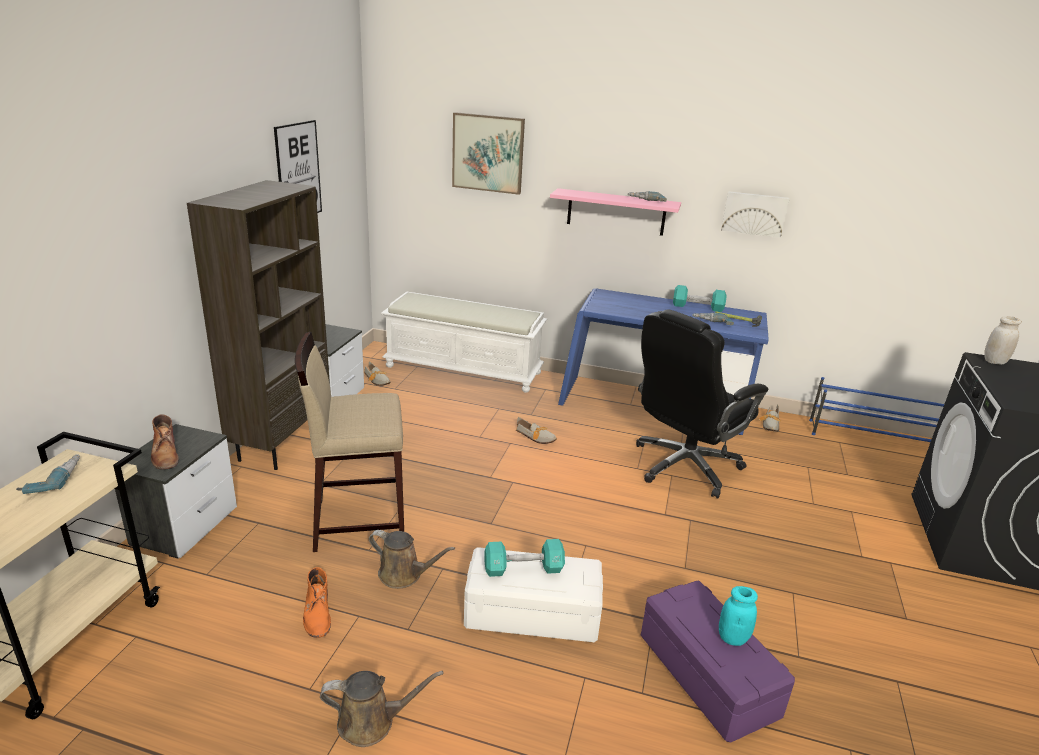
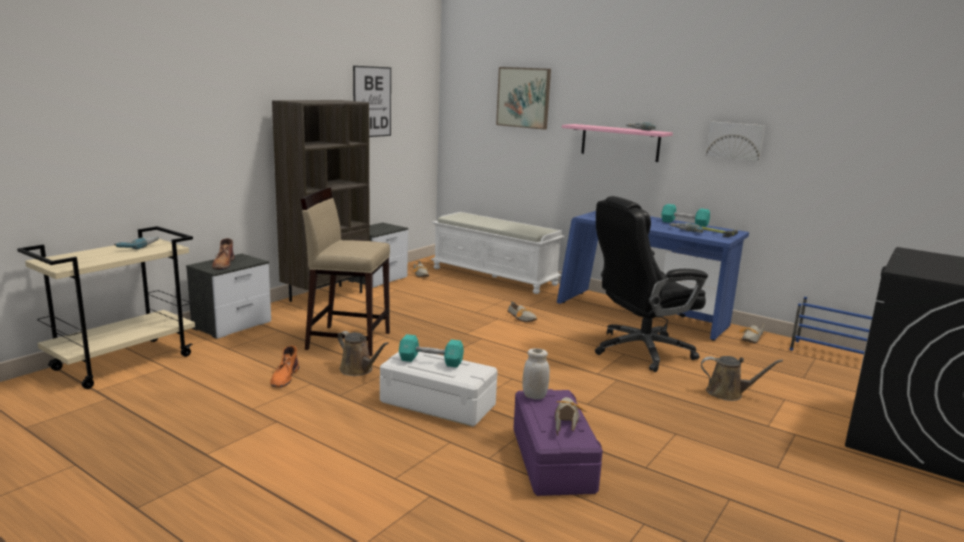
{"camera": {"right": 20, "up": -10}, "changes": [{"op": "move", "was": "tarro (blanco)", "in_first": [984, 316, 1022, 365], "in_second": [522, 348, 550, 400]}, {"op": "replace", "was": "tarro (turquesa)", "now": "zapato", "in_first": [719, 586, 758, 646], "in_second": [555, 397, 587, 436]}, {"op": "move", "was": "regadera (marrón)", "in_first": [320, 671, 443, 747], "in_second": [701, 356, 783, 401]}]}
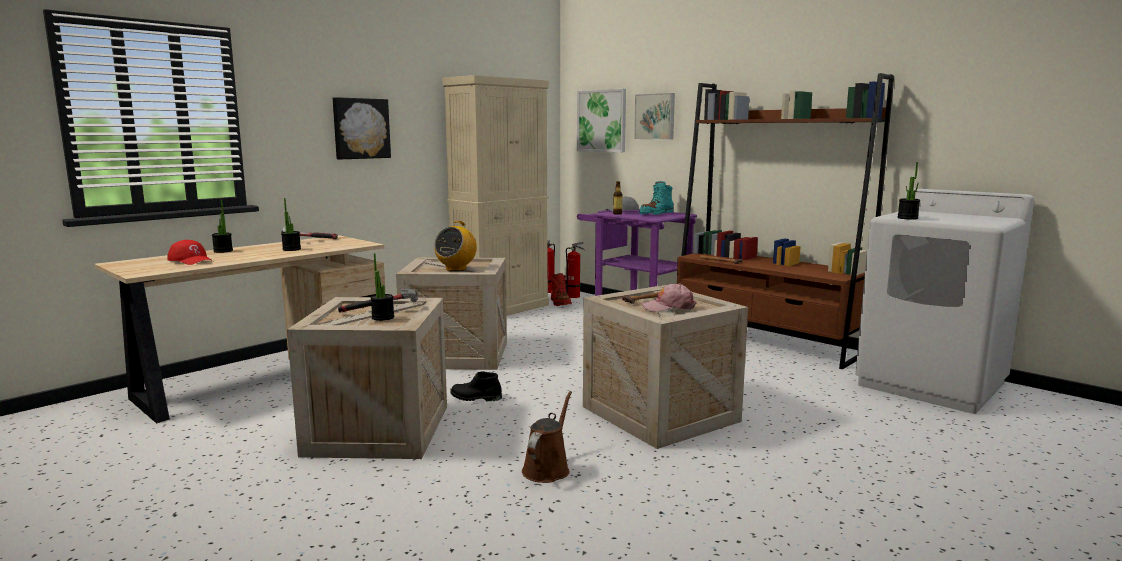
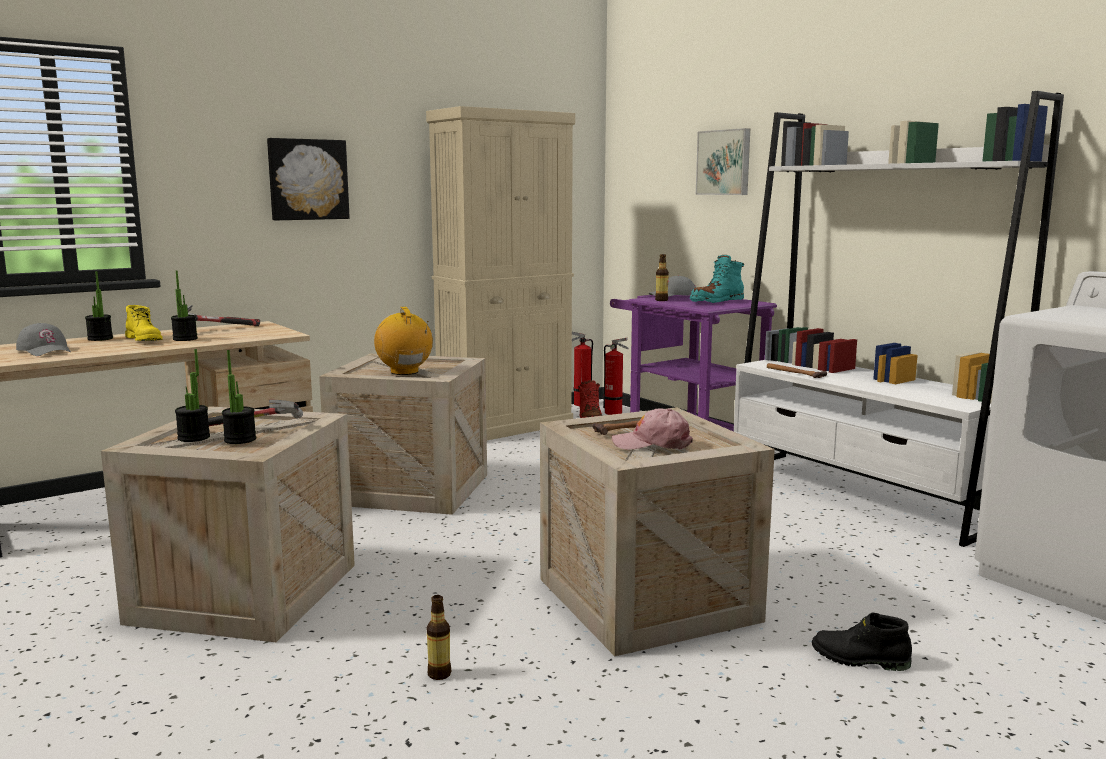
{"camera": {"right": 10, "up": 0}, "changes": [{"op": "recolor", "was": "gorra (rojo)", "now": "gorra (gris)", "in_first": [167, 240, 213, 265], "in_second": [16, 323, 71, 356]}, {"op": "insert", "now": "bota (amarillo)", "in_second": [125, 305, 163, 341]}, {"op": "move", "was": "planta en maceta", "in_first": [897, 162, 920, 220], "in_second": [175, 349, 210, 442]}, {"op": "rotate", "was": "radio", "in_first": [434, 221, 477, 271], "in_second": [374, 307, 433, 375], "clockwise": 120}, {"op": "replace", "was": "regadera (marrón)", "now": "botella", "in_first": [522, 391, 572, 483], "in_second": [427, 595, 451, 680]}, {"op": "recolor", "was": "estantería (marrón)", "now": "estantería (blanco)", "in_first": [677, 73, 894, 370], "in_second": [734, 91, 1064, 547]}, {"op": "move", "was": "bota (negro)", "in_first": [450, 371, 502, 401], "in_second": [812, 612, 912, 671]}, {"op": "delete", "was": "cuadro", "in_first": [577, 89, 626, 152]}]}
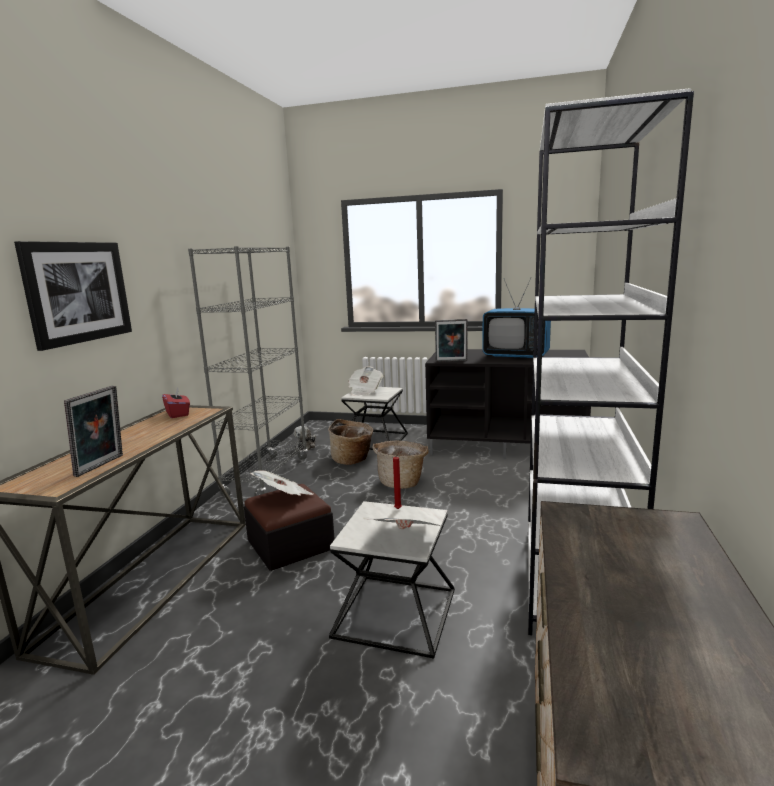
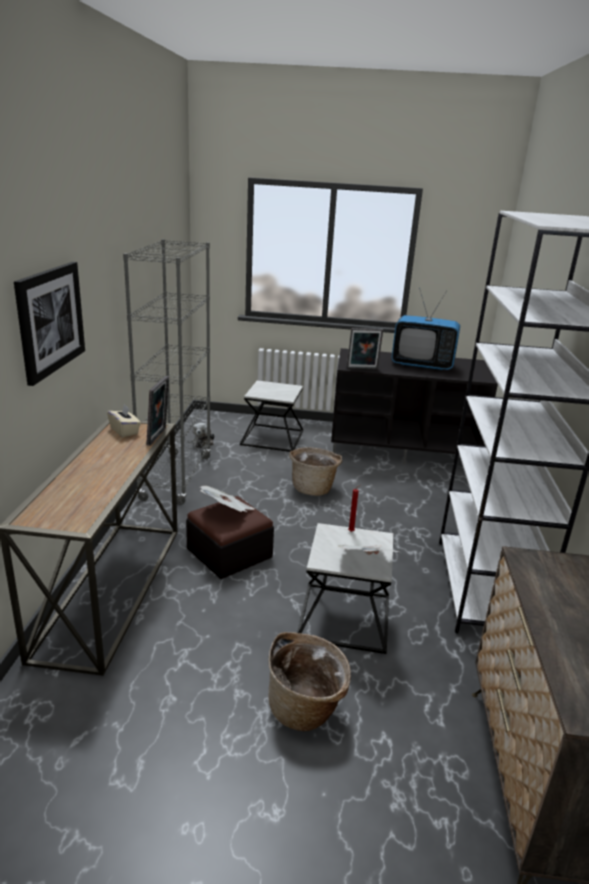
{"camera": {"right": -10, "up": 10}, "changes": [{"op": "recolor", "was": "caja de pañuelos (rojo)", "now": "caja de pañuelos (beis)", "in_first": [162, 387, 190, 418], "in_second": [107, 404, 141, 437]}, {"op": "move", "was": "portarretratos", "in_first": [64, 386, 123, 477], "in_second": [146, 376, 169, 446]}, {"op": "move", "was": "cesta", "in_first": [328, 419, 373, 465], "in_second": [268, 632, 351, 731]}, {"op": "delete", "was": "periódico", "in_first": [348, 367, 383, 396]}]}
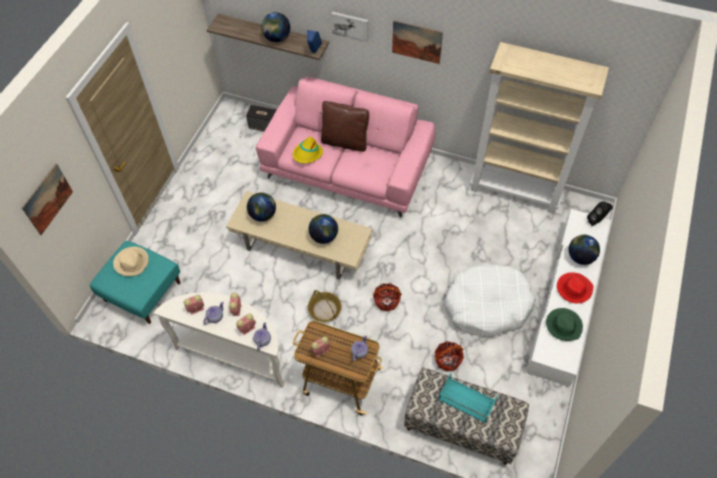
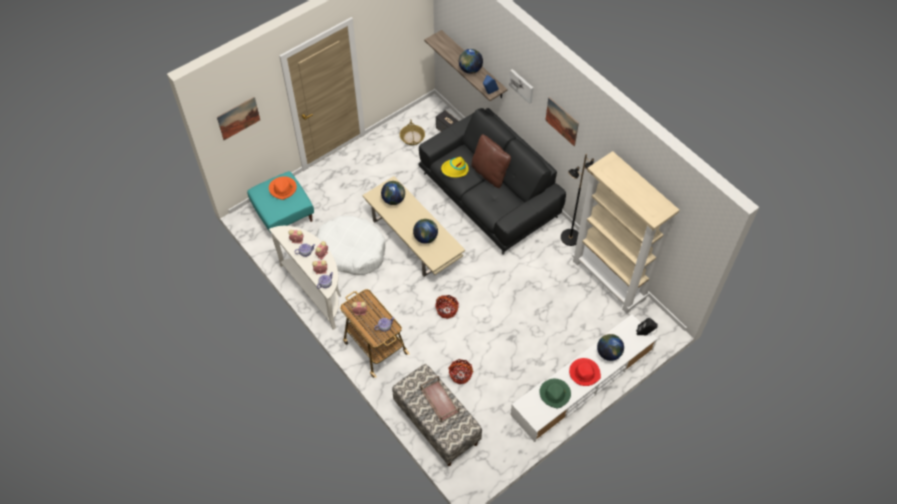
{"camera": {"right": 30, "up": 0}, "changes": [{"op": "recolor", "was": "sombrero (beis)", "now": "sombrero (naranja)", "in_first": [113, 247, 149, 276], "in_second": [269, 176, 297, 200]}, {"op": "move", "was": "cama para perro (blanco)", "in_first": [443, 263, 536, 337], "in_second": [317, 216, 385, 275]}, {"op": "move", "was": "cesta", "in_first": [308, 290, 342, 322], "in_second": [400, 120, 425, 145]}, {"op": "recolor", "was": "sofá (rosa)", "now": "sofá (negro)", "in_first": [256, 76, 435, 217], "in_second": [418, 108, 566, 254]}, {"op": "recolor", "was": "bandeja (turquesa)", "now": "bandeja (marrón)", "in_first": [438, 373, 498, 423], "in_second": [420, 375, 459, 423]}, {"op": "insert", "now": "lámpara de pie (negro)", "in_second": [561, 154, 594, 246]}]}
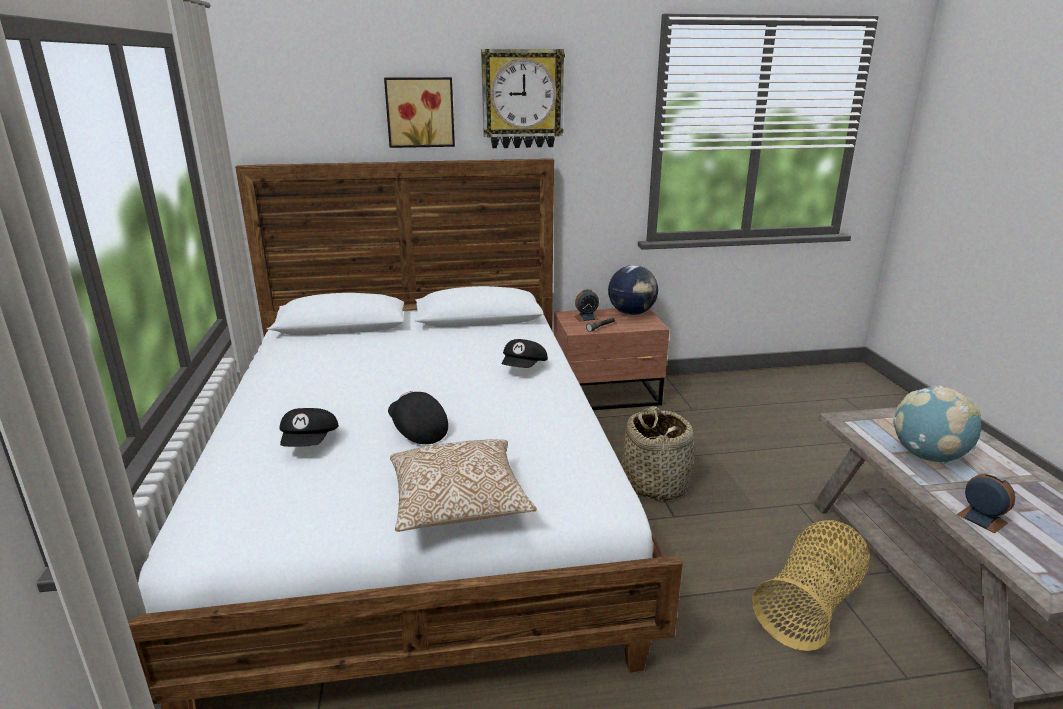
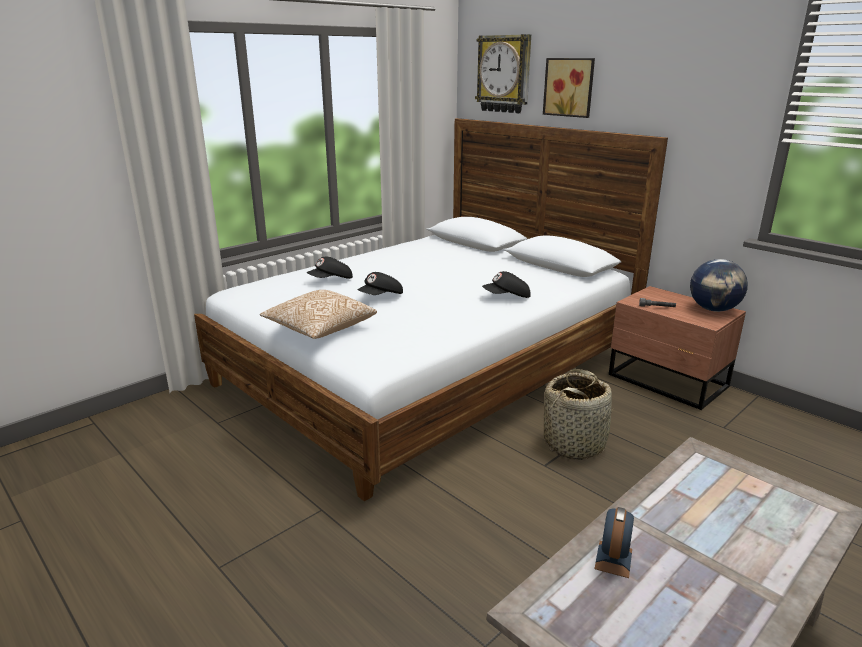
{"camera": {"right": 55, "up": 0}, "changes": [{"op": "rotate", "was": "gorra (negro)", "in_first": [388, 391, 448, 444], "in_second": [357, 272, 403, 295], "clockwise": -150}, {"op": "move", "was": "reloj de pared", "in_first": [481, 49, 565, 148], "in_second": [475, 34, 531, 113]}, {"op": "delete", "was": "despertador", "in_first": [575, 289, 599, 321]}, {"op": "delete", "was": "cesta", "in_first": [752, 520, 870, 651]}, {"op": "delete", "was": "globo terráqueo", "in_first": [893, 386, 981, 464]}]}
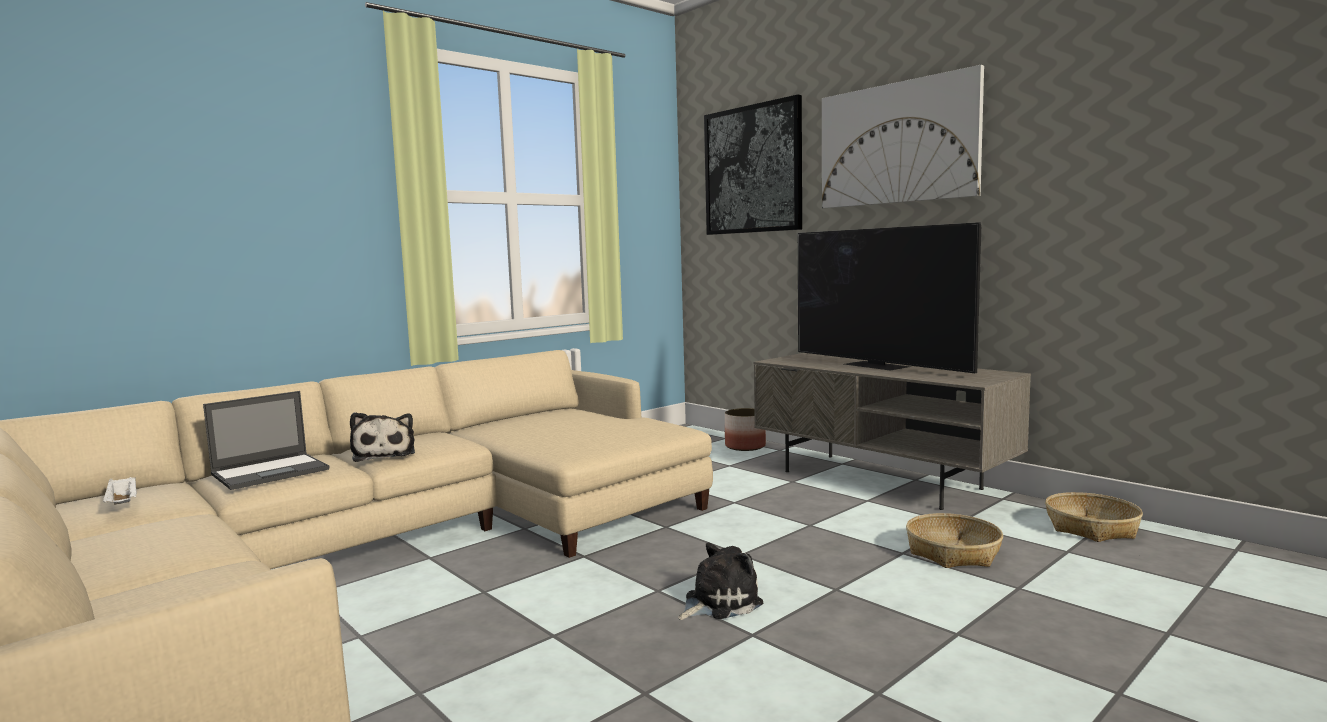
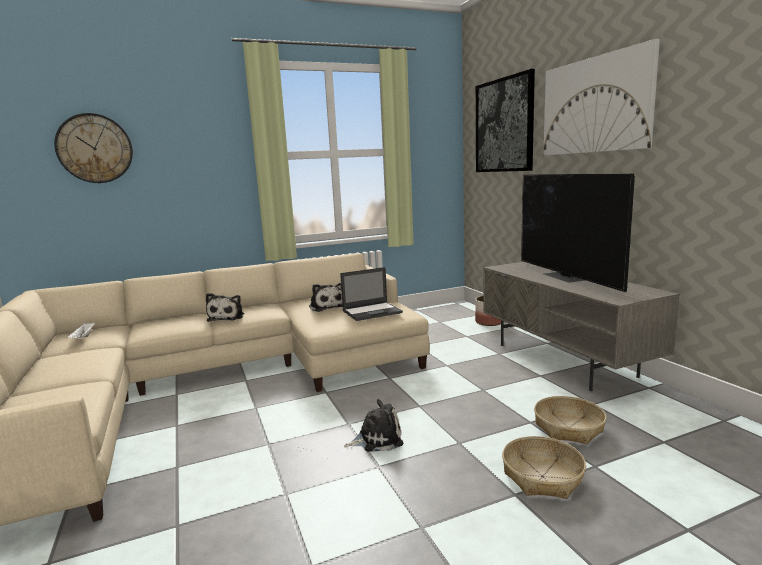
{"camera": {"right": 20, "up": 5}, "changes": [{"op": "insert", "now": "reloj de pared", "in_second": [54, 113, 133, 183]}, {"op": "insert", "now": "peluche", "in_second": [309, 283, 343, 312]}, {"op": "move", "was": "portátil", "in_first": [203, 391, 329, 490], "in_second": [340, 267, 403, 321]}, {"op": "move", "was": "cesta", "in_first": [1045, 492, 1143, 542], "in_second": [502, 436, 586, 499]}]}
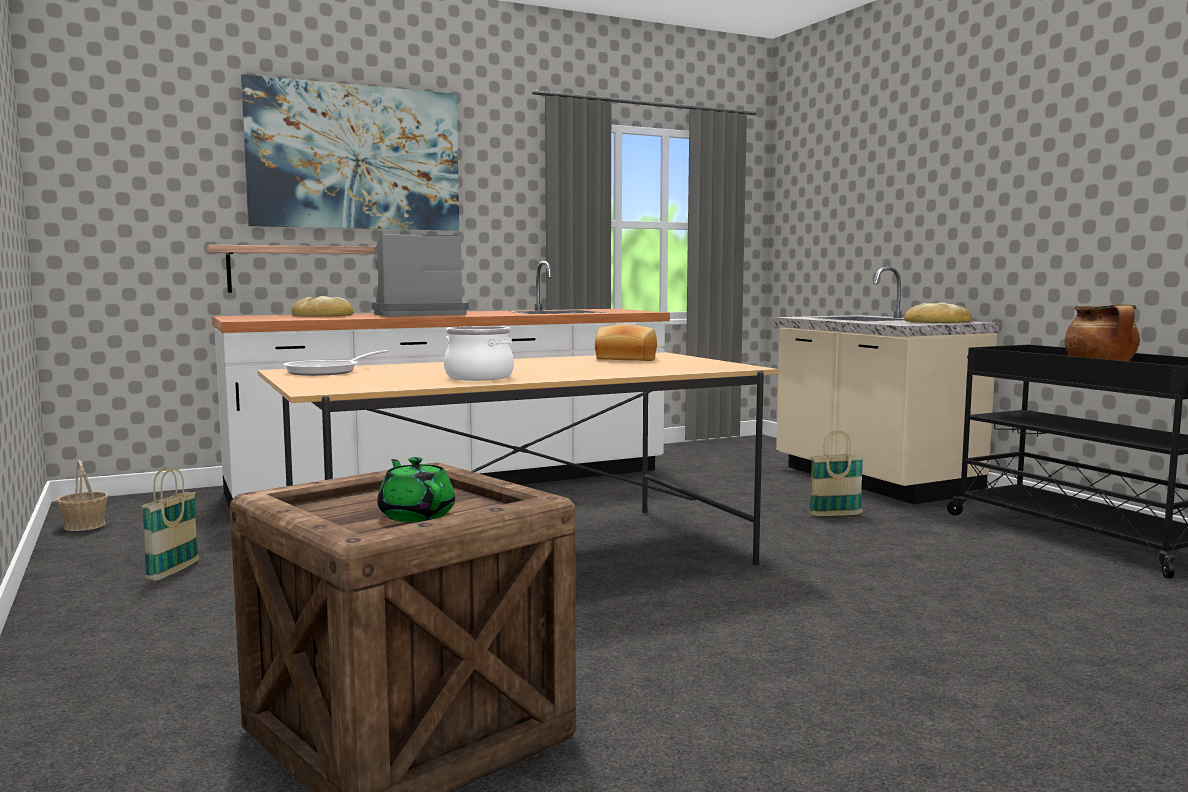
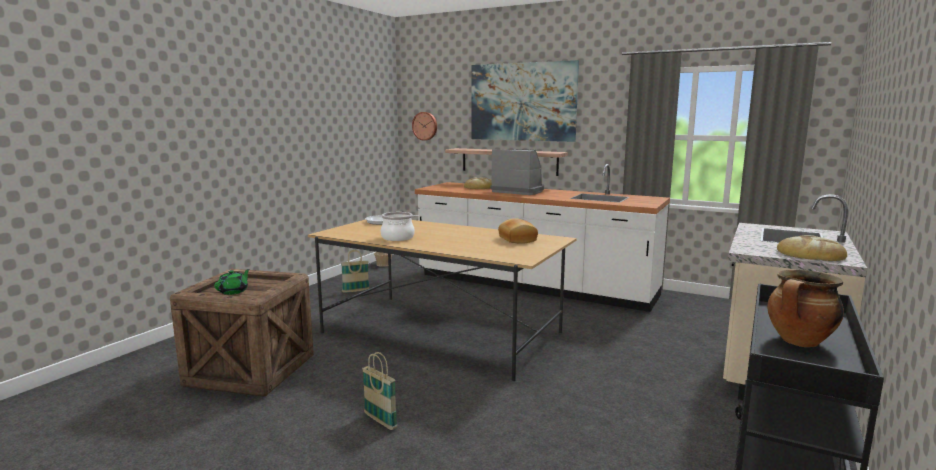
{"camera": {"right": 55, "up": 5}, "changes": [{"op": "move", "was": "cesta", "in_first": [809, 430, 864, 516], "in_second": [362, 352, 398, 430]}, {"op": "insert", "now": "reloj de pared", "in_second": [412, 112, 437, 141]}]}
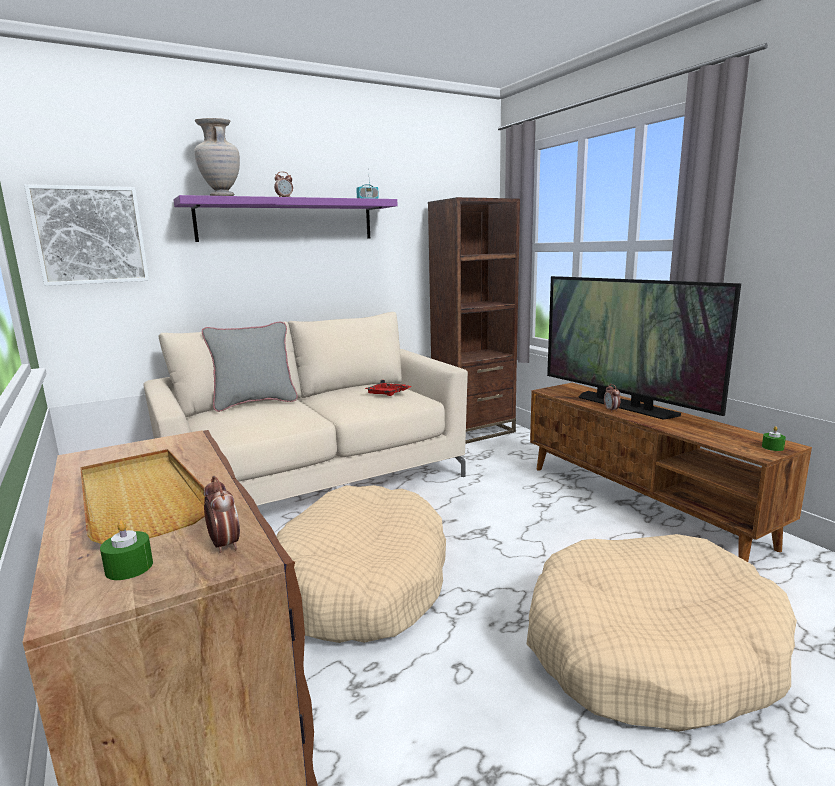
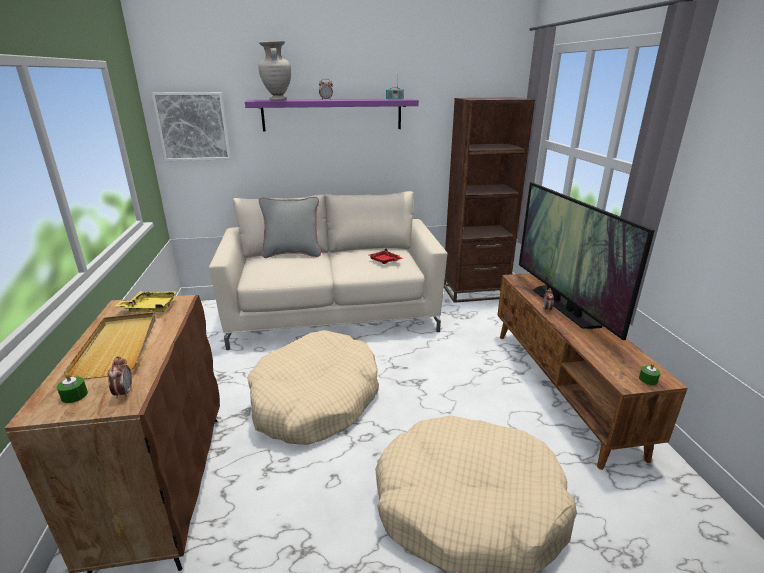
{"camera": {"right": 20, "up": 10}, "changes": [{"op": "insert", "now": "bandeja (amarillo)", "in_second": [115, 291, 176, 312]}]}
